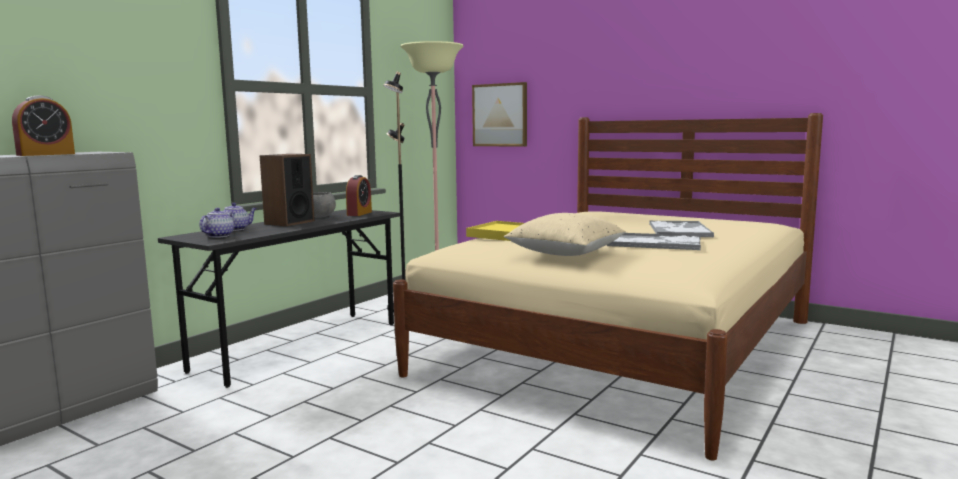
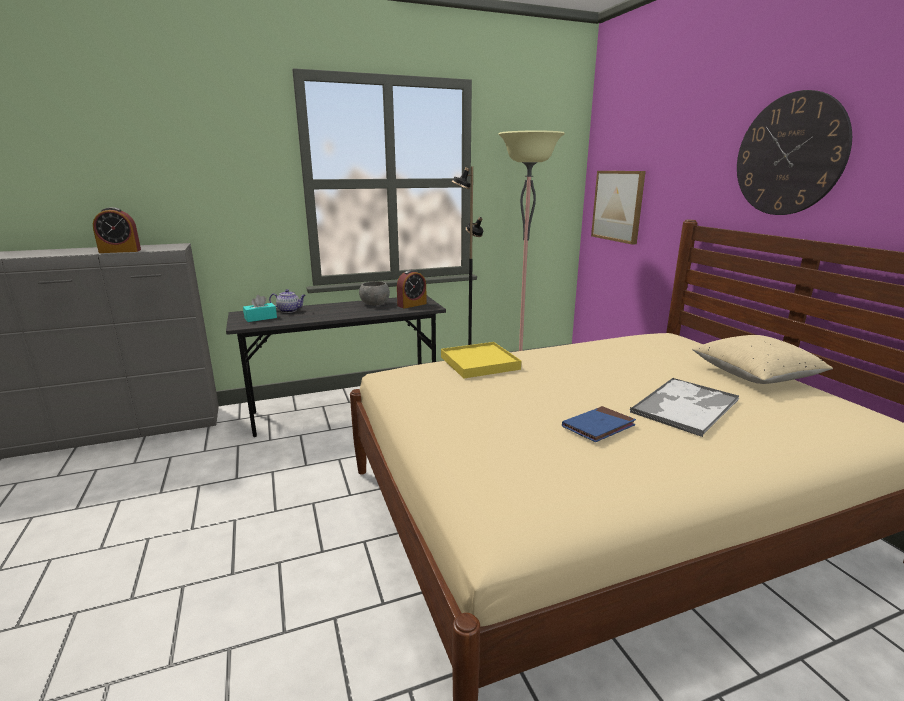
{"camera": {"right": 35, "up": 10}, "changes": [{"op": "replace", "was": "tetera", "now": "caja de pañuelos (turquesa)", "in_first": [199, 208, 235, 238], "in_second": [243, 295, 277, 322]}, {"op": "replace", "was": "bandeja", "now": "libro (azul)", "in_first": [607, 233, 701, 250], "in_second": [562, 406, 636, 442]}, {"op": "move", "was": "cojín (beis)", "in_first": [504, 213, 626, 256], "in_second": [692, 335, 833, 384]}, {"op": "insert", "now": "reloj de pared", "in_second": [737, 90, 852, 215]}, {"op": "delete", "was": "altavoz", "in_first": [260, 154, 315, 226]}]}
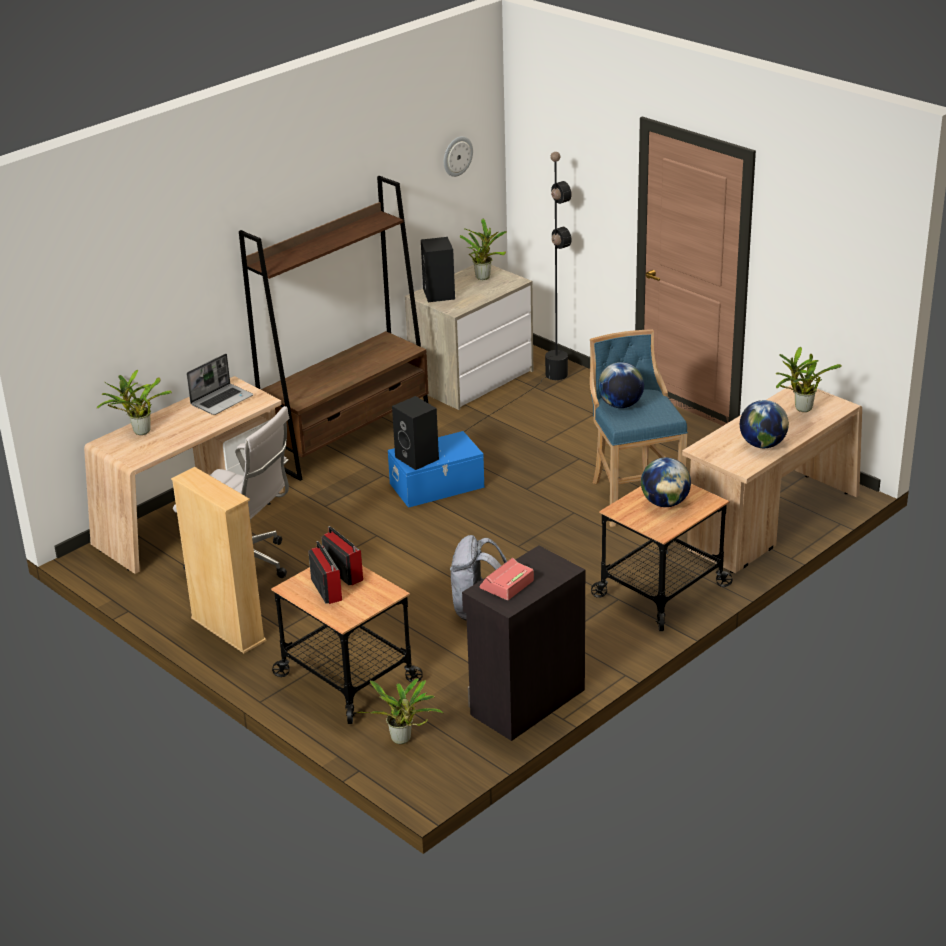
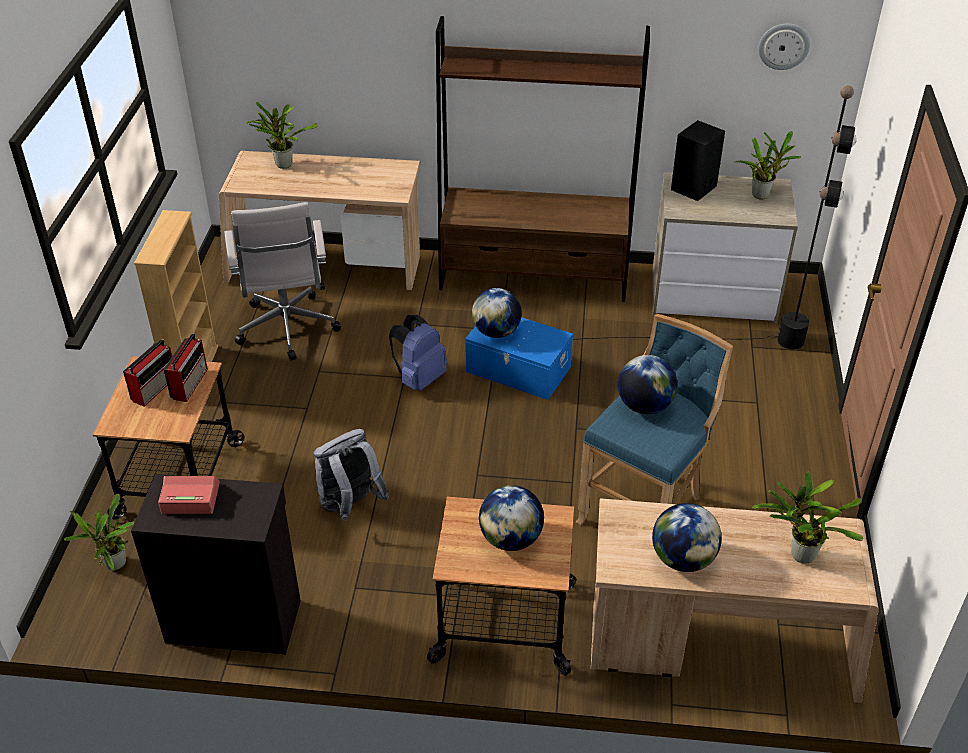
{"camera": {"right": 50, "up": 10}, "changes": [{"op": "insert", "now": "mochila (azul)", "in_second": [389, 315, 447, 391]}, {"op": "replace", "was": "altavoz (negro)", "now": "globo terráqueo", "in_first": [392, 396, 439, 470], "in_second": [472, 288, 522, 338]}, {"op": "delete", "was": "portátil", "in_first": [187, 354, 253, 415]}]}
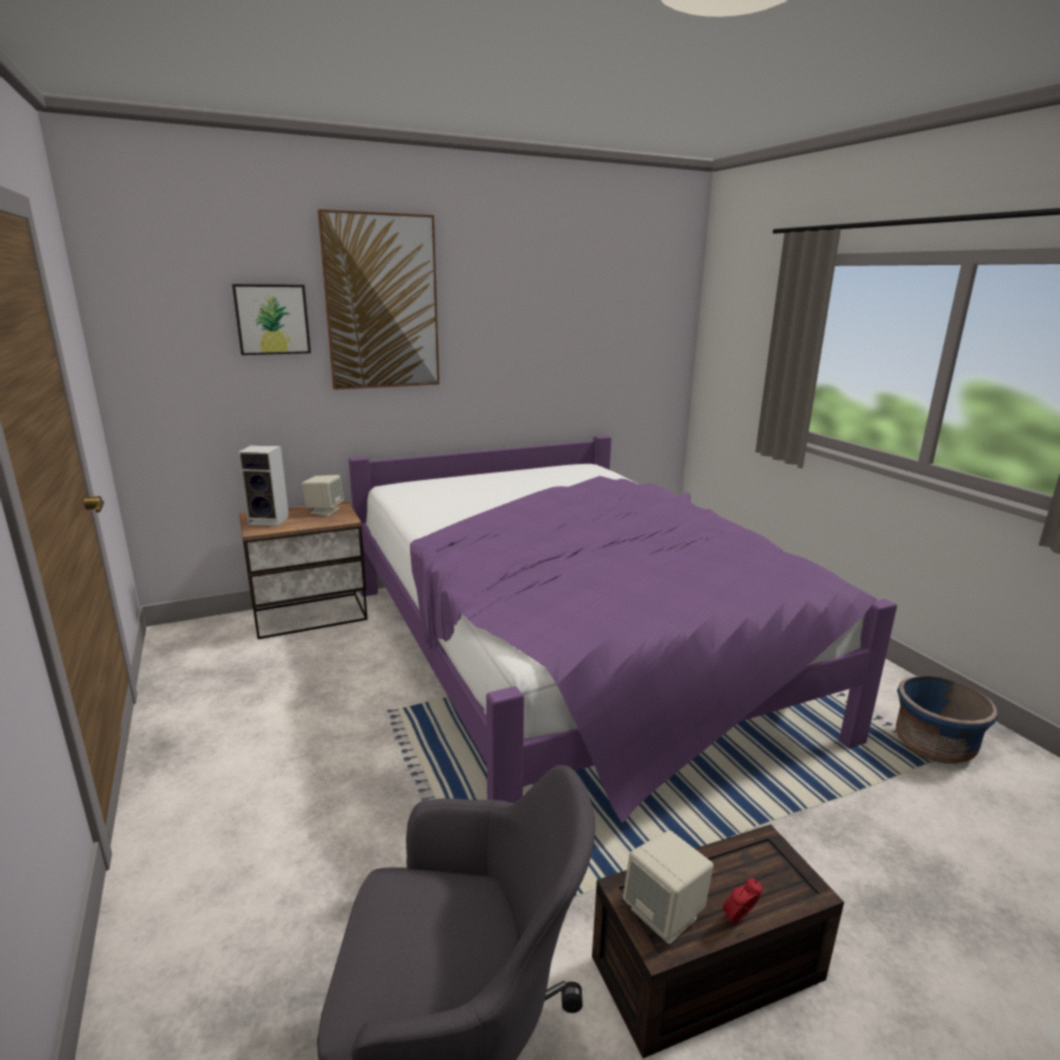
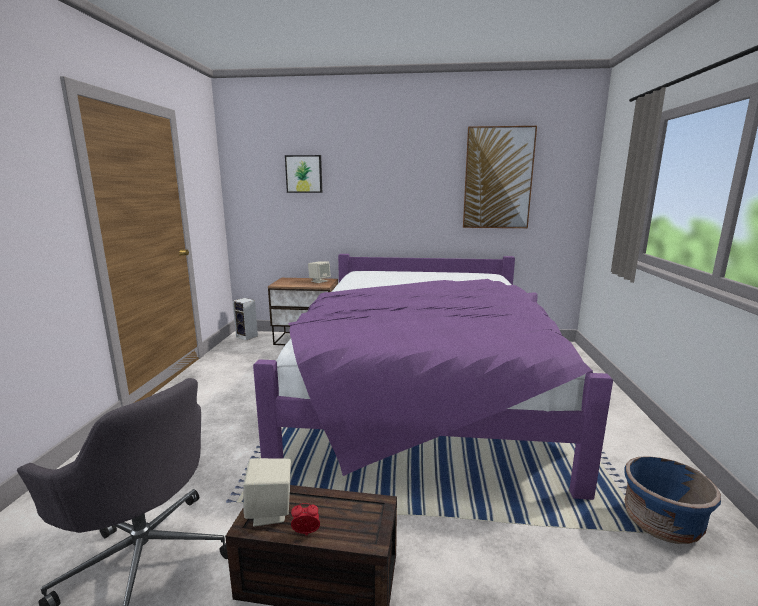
{"camera": {"right": 30, "up": -5}, "changes": [{"op": "move", "was": "altavoz", "in_first": [238, 445, 289, 526], "in_second": [233, 298, 258, 341]}, {"op": "move", "was": "cuadro", "in_first": [318, 209, 439, 390], "in_second": [463, 126, 537, 228]}]}
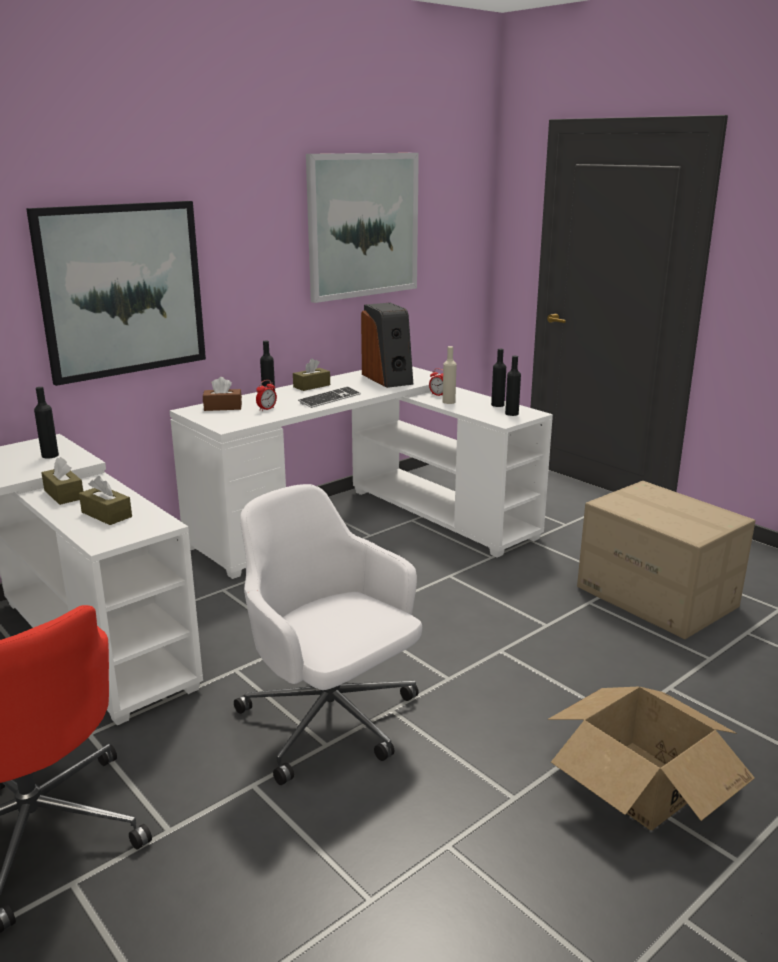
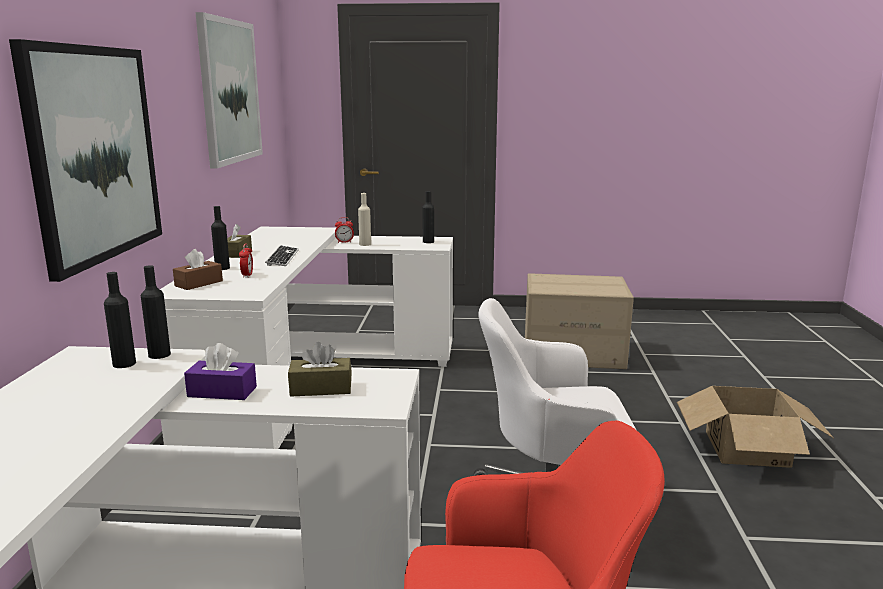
{"camera": {"right": -45, "up": -5}, "changes": [{"op": "move", "was": "botella (negro)", "in_first": [491, 349, 506, 407], "in_second": [141, 265, 171, 359]}, {"op": "recolor", "was": "caja de pañuelos (marrón)", "now": "caja de pañuelos (morado)", "in_first": [41, 457, 83, 505], "in_second": [184, 343, 257, 400]}, {"op": "delete", "was": "altavoz", "in_first": [361, 303, 413, 388]}]}
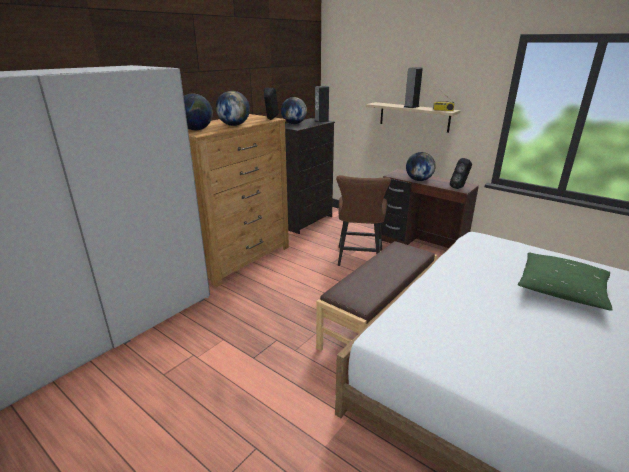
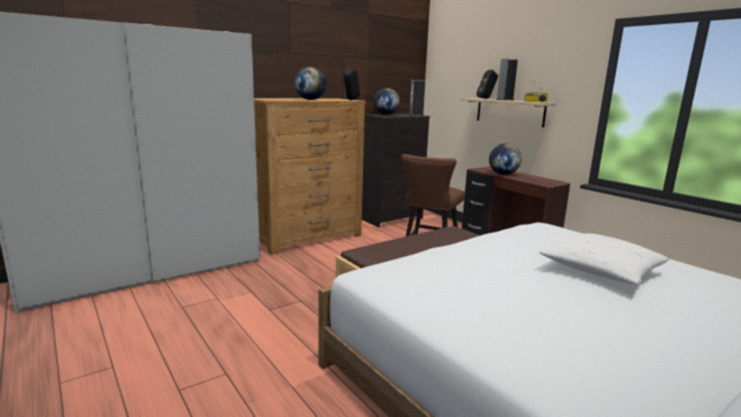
{"camera": {"right": 15, "up": -10}, "changes": [{"op": "move", "was": "altavoz (negro)", "in_first": [450, 158, 472, 189], "in_second": [476, 70, 498, 99]}, {"op": "recolor", "was": "cojín (verde)", "now": "cojín (blanco)", "in_first": [518, 253, 612, 311], "in_second": [539, 233, 669, 284]}, {"op": "delete", "was": "globo terráqueo", "in_first": [184, 94, 213, 130]}]}
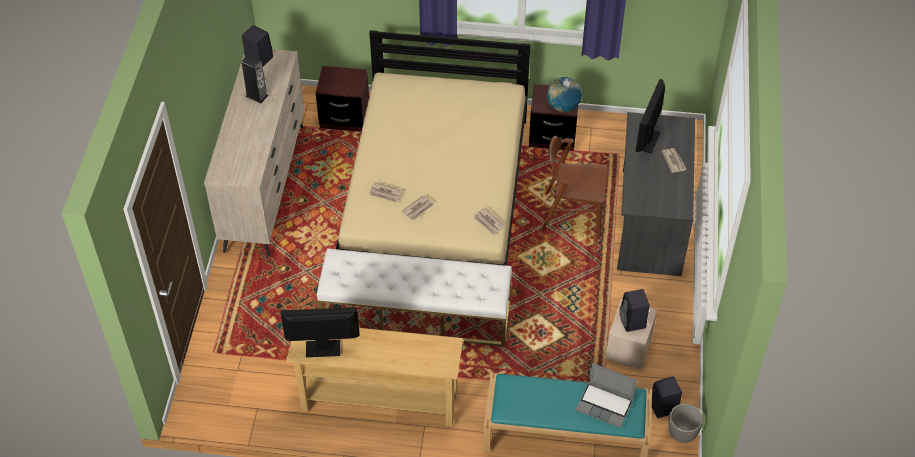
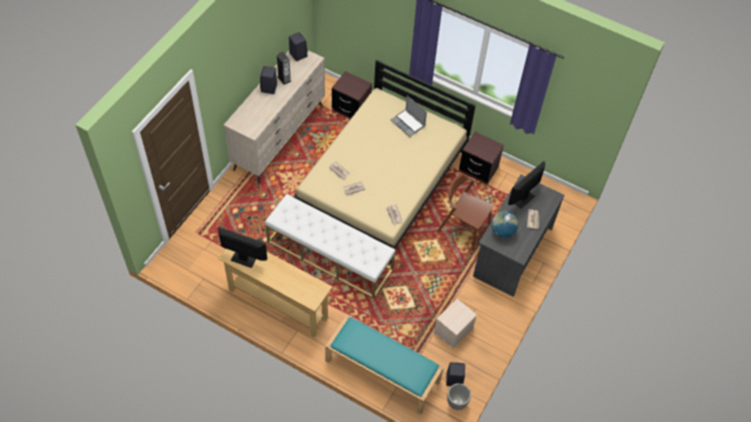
{"camera": {"right": 20, "up": 5}, "changes": [{"op": "move", "was": "altavoz (negro)", "in_first": [620, 289, 650, 332], "in_second": [260, 66, 277, 94]}, {"op": "move", "was": "portátil", "in_first": [576, 363, 637, 428], "in_second": [390, 95, 427, 137]}, {"op": "move", "was": "globo terráqueo", "in_first": [547, 77, 582, 112], "in_second": [491, 211, 518, 238]}]}
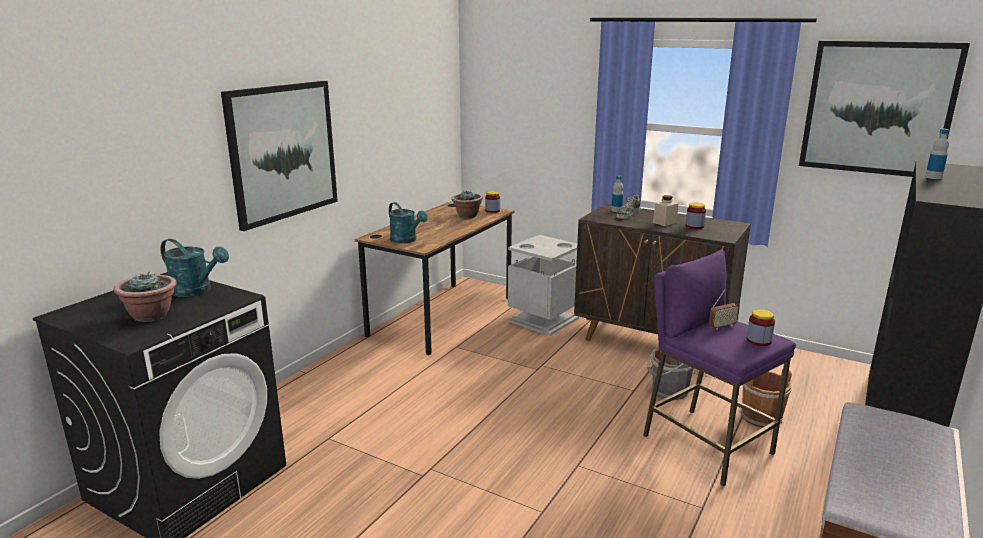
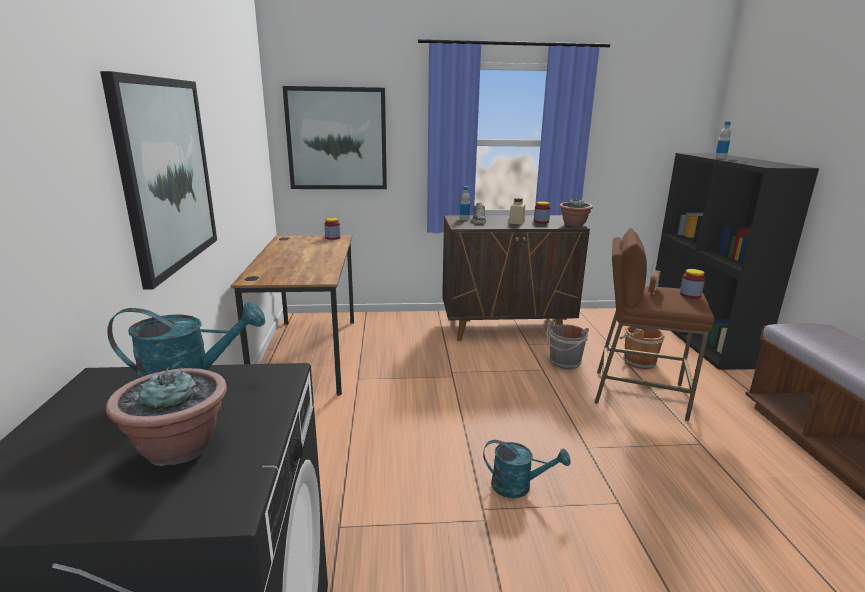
{"camera": {"right": -35, "up": 0}, "changes": [{"op": "move", "was": "cuadro", "in_first": [799, 41, 970, 177], "in_second": [282, 86, 387, 189]}, {"op": "move", "was": "regadera (turquesa)", "in_first": [389, 202, 428, 243], "in_second": [483, 440, 571, 498]}, {"op": "move", "was": "planta en maceta", "in_first": [451, 191, 483, 218], "in_second": [559, 199, 593, 227]}, {"op": "recolor", "was": "taburete (morado)", "now": "taburete (marrón)", "in_first": [643, 250, 796, 486], "in_second": [595, 228, 714, 421]}, {"op": "delete", "was": "papelera (gris)", "in_first": [508, 235, 579, 336]}]}
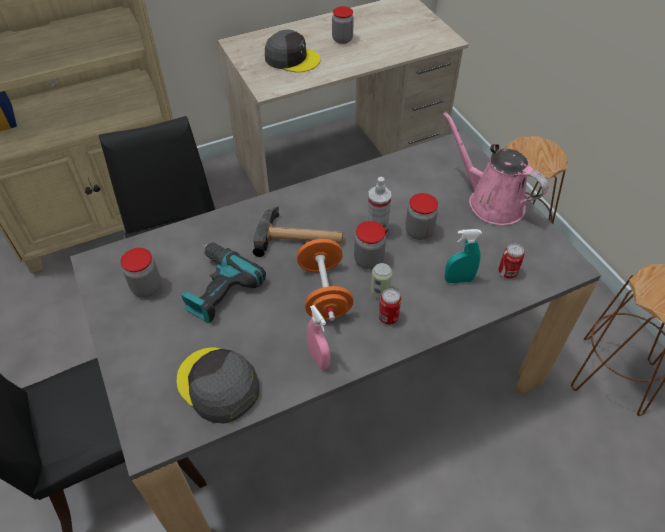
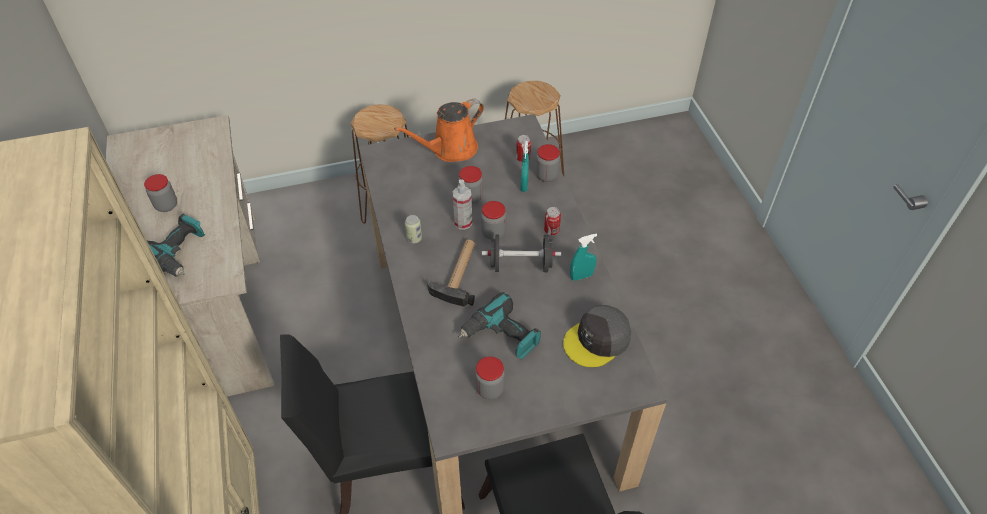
{"camera": {"right": -80, "up": 0}, "changes": [{"op": "replace", "was": "gorra (gris)", "now": "taladro", "in_first": [265, 29, 320, 73], "in_second": [147, 213, 206, 276]}, {"op": "recolor", "was": "regadera (rosa)", "now": "regadera (naranja)", "in_first": [443, 112, 549, 225], "in_second": [394, 99, 484, 162]}, {"op": "move", "was": "lata", "in_first": [371, 263, 392, 298], "in_second": [405, 215, 422, 244]}, {"op": "recolor", "was": "mancuerna (naranja)", "now": "mancuerna (negro)", "in_first": [297, 239, 353, 321], "in_second": [482, 234, 561, 272]}, {"op": "insert", "now": "tarro", "in_second": [536, 144, 560, 182]}, {"op": "recolor", "was": "pulverizador (rosa)", "now": "pulverizador (turquesa)", "in_first": [307, 305, 330, 370], "in_second": [570, 234, 597, 281]}]}
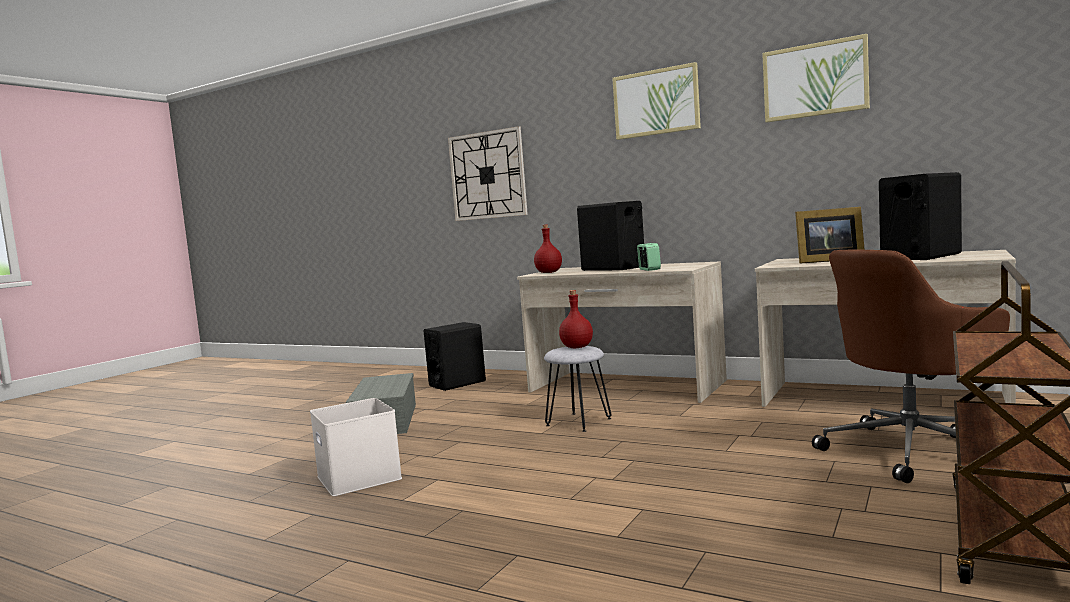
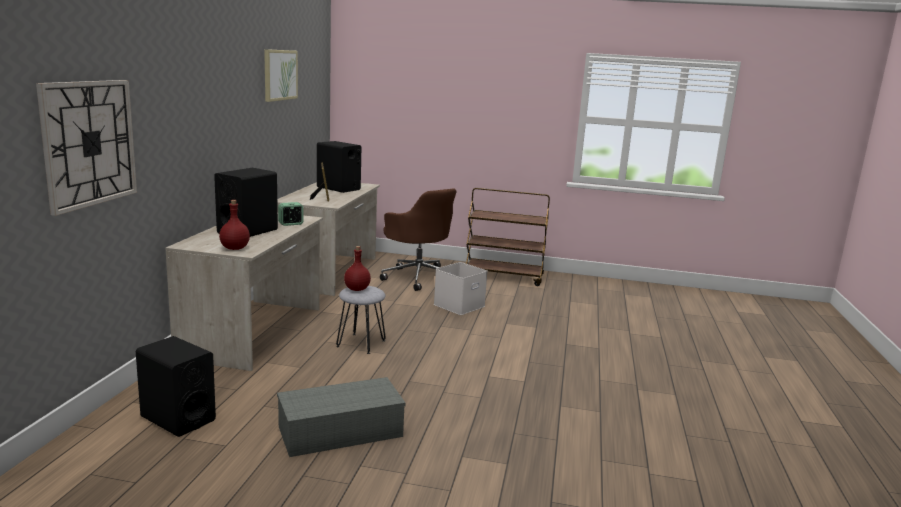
{"camera": {"right": -110, "up": 10}, "changes": [{"op": "move", "was": "caja de almacenaje (blanco)", "in_first": [310, 398, 402, 496], "in_second": [434, 262, 488, 315]}, {"op": "delete", "was": "cuadro", "in_first": [612, 62, 701, 140]}]}
